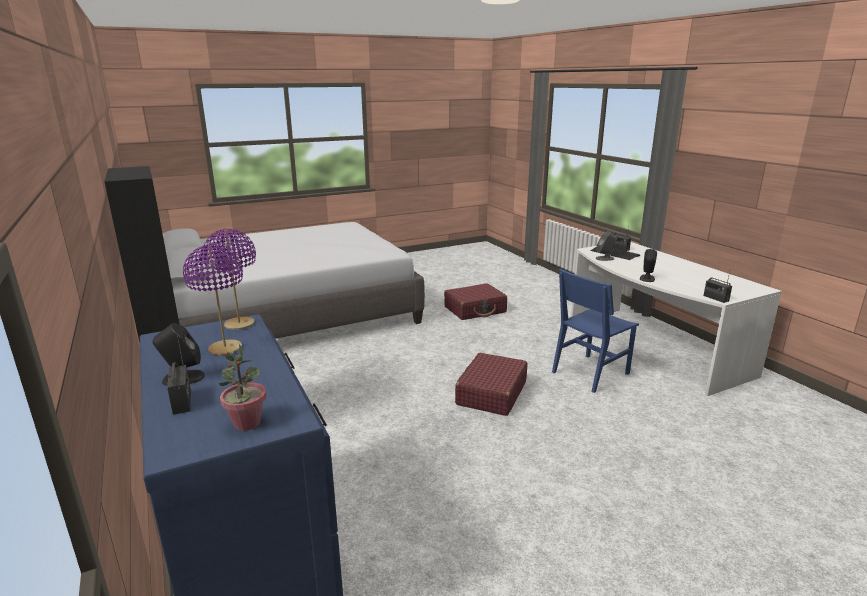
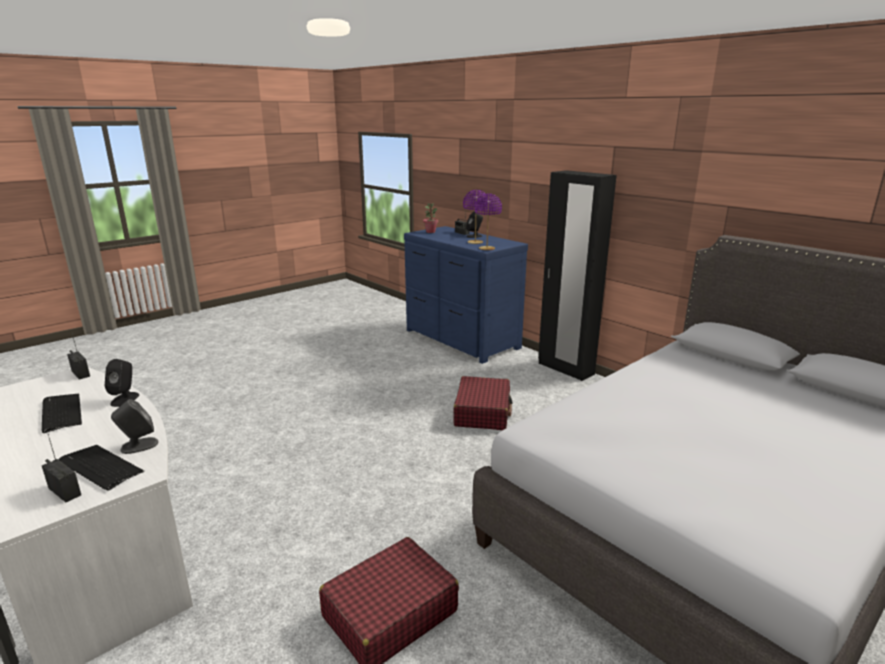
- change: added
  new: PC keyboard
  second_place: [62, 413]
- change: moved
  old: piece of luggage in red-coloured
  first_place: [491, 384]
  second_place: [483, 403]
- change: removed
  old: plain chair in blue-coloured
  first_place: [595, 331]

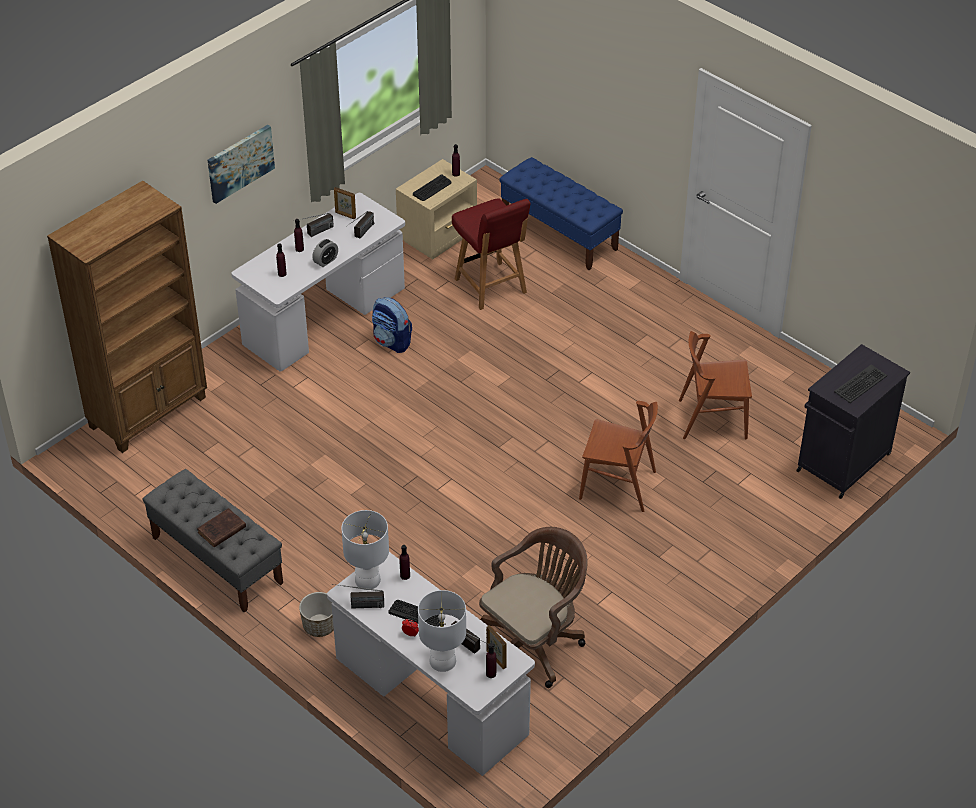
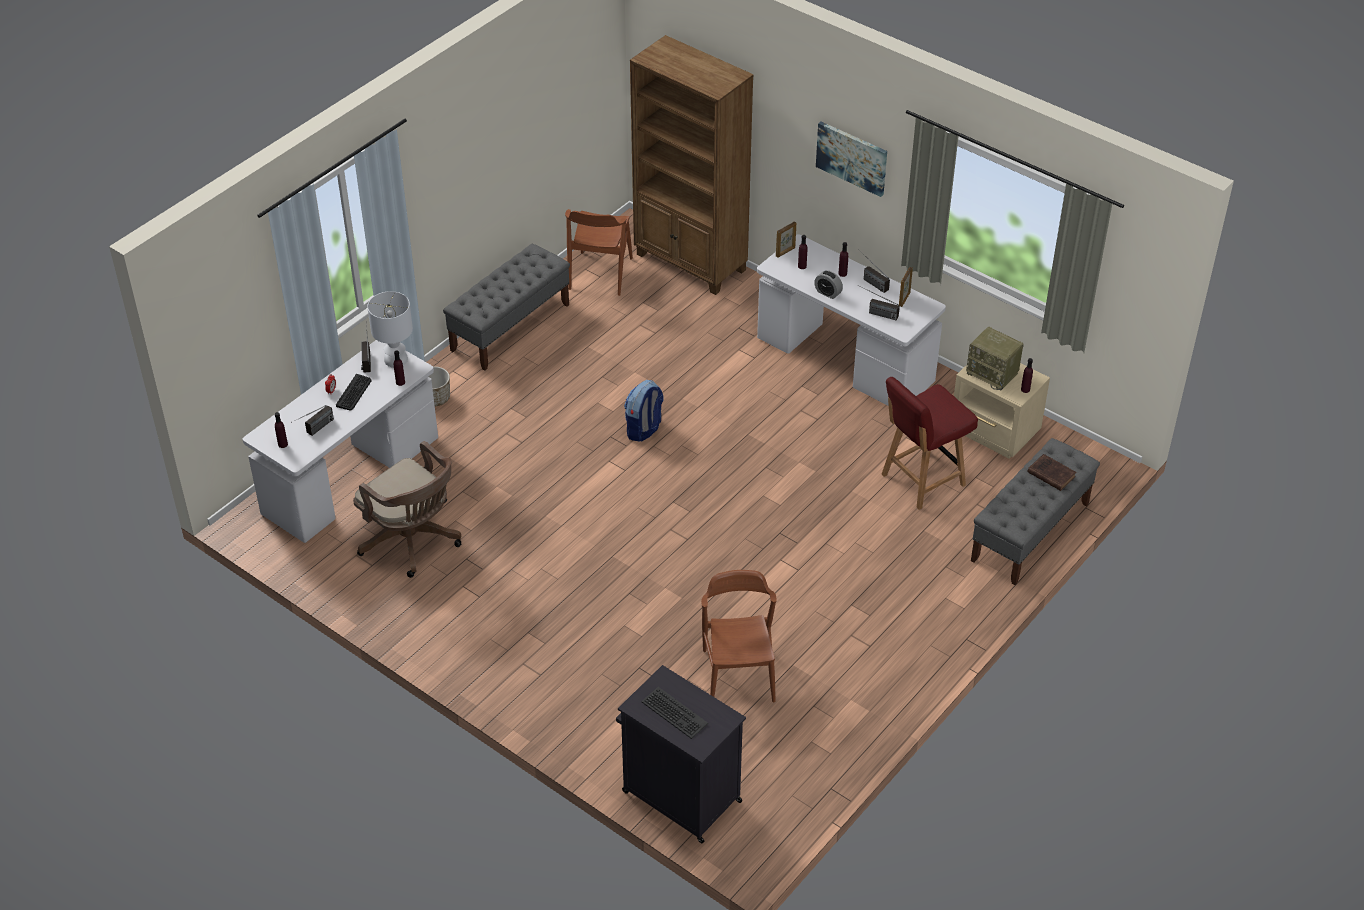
- change: moved
  old: plain chair in brown
  first_place: [618, 456]
  second_place: [599, 252]
- change: moved
  old: rucksack
  first_place: [392, 325]
  second_place: [644, 411]
- change: moved
  old: standing frame
  first_place: [496, 647]
  second_place: [786, 239]
- change: replaced
  old: PC keyboard
  new: radio receiver
  first_place: [432, 188]
  second_place: [995, 358]
- change: recoloured
  old: indoor bench in blue-coloured
  new: indoor bench in gray
  first_place: [561, 213]
  second_place: [1035, 511]
- change: moved
  old: volume in brown
  first_place: [221, 527]
  second_place: [1051, 472]
- change: removed
  old: table lamp in whitish
  first_place: [442, 631]

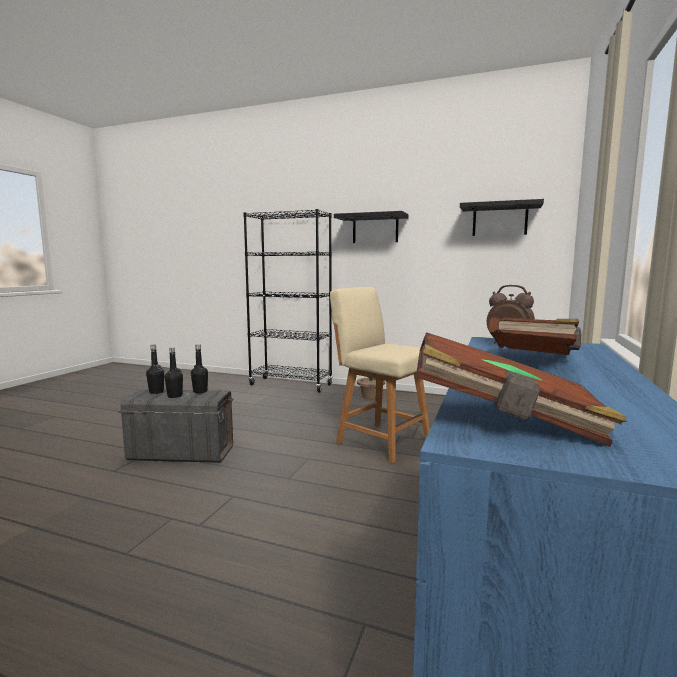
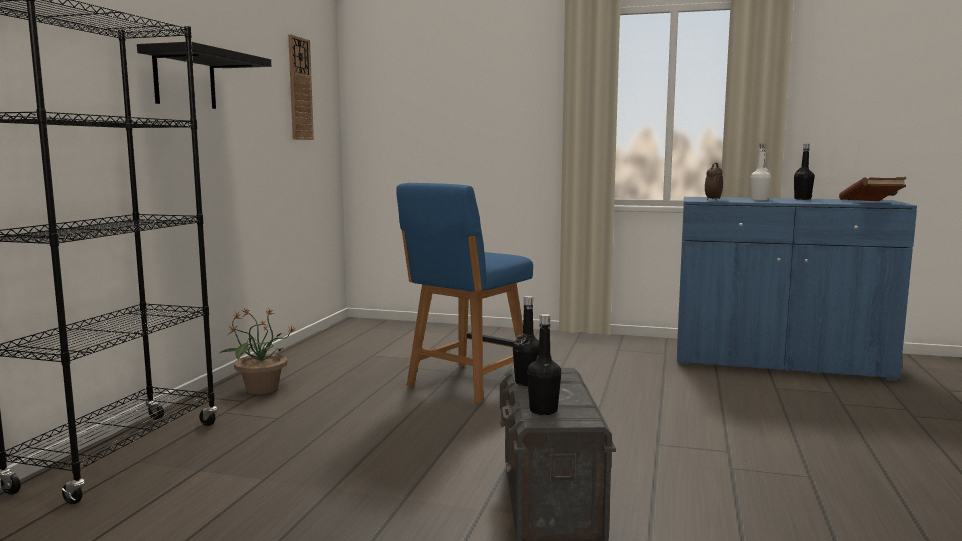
- change: replaced
  old: bracket shelf in blackish
  new: clock on the wall
  first_place: [502, 217]
  second_place: [301, 87]
- change: recoloured
  old: plain chair in sand-coloured
  new: plain chair in blue-coloured
  first_place: [380, 375]
  second_place: [464, 293]
- change: replaced
  old: volume in brown
  new: bottle in whitish
  first_place: [534, 336]
  second_place: [760, 172]
- change: moved
  old: bottle in blackish
  first_place: [174, 372]
  second_place: [804, 172]

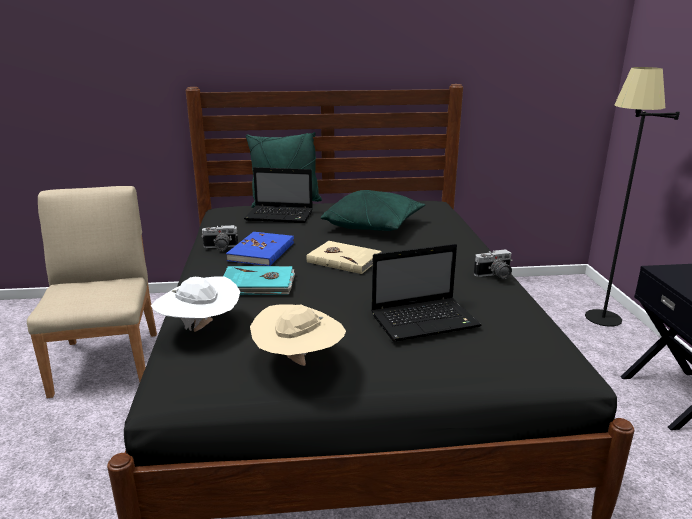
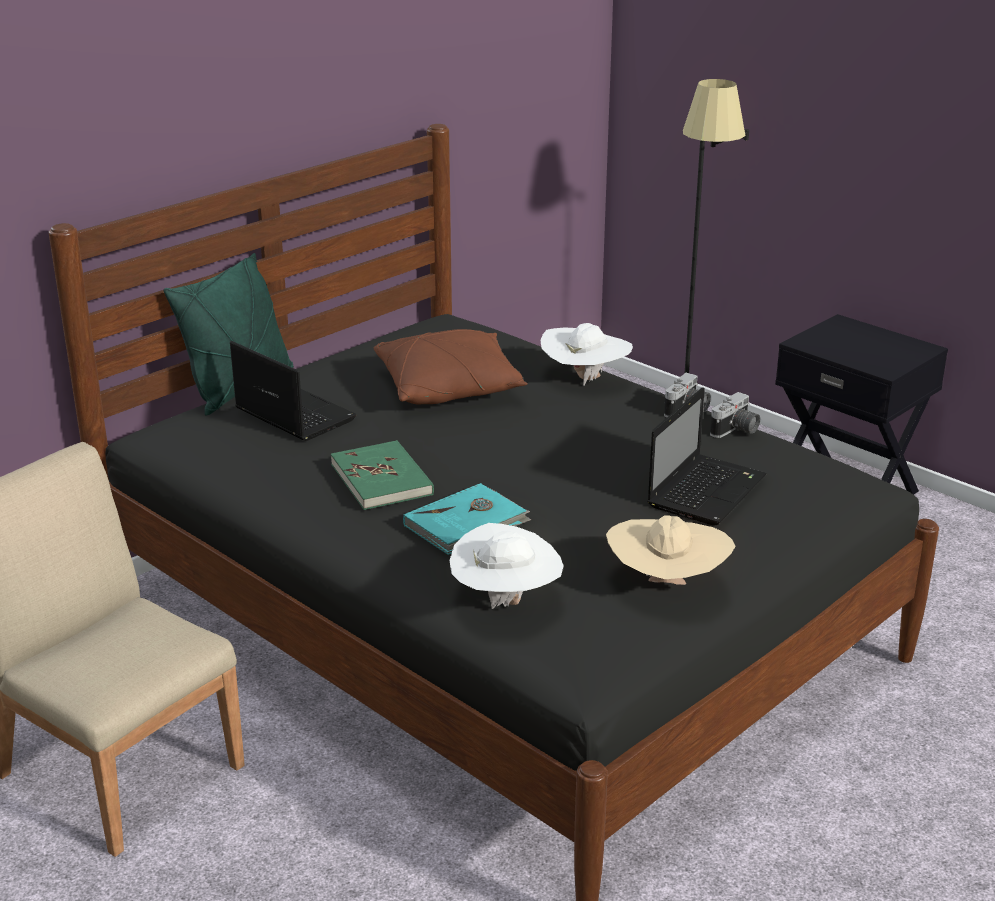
- change: turned
  old: laptop
  first_place: [278, 195]
  second_place: [293, 391]
  degrees: -105
- change: recoloured
  old: volume in blue-coloured
  new: volume in green-coloured
  first_place: [260, 249]
  second_place: [382, 475]
- change: recoloured
  old: throw pillow in green-coloured
  new: throw pillow in brown
  first_place: [373, 210]
  second_place: [450, 366]
- change: added
  new: clothing hat in whitish
  second_place: [586, 354]
- change: moved
  old: photo camera
  first_place: [219, 238]
  second_place: [735, 415]
- change: removed
  old: volume in sand-coloured
  first_place: [344, 257]

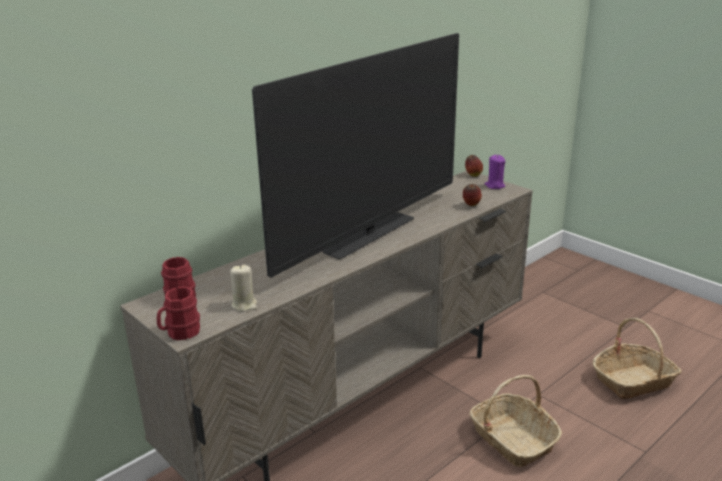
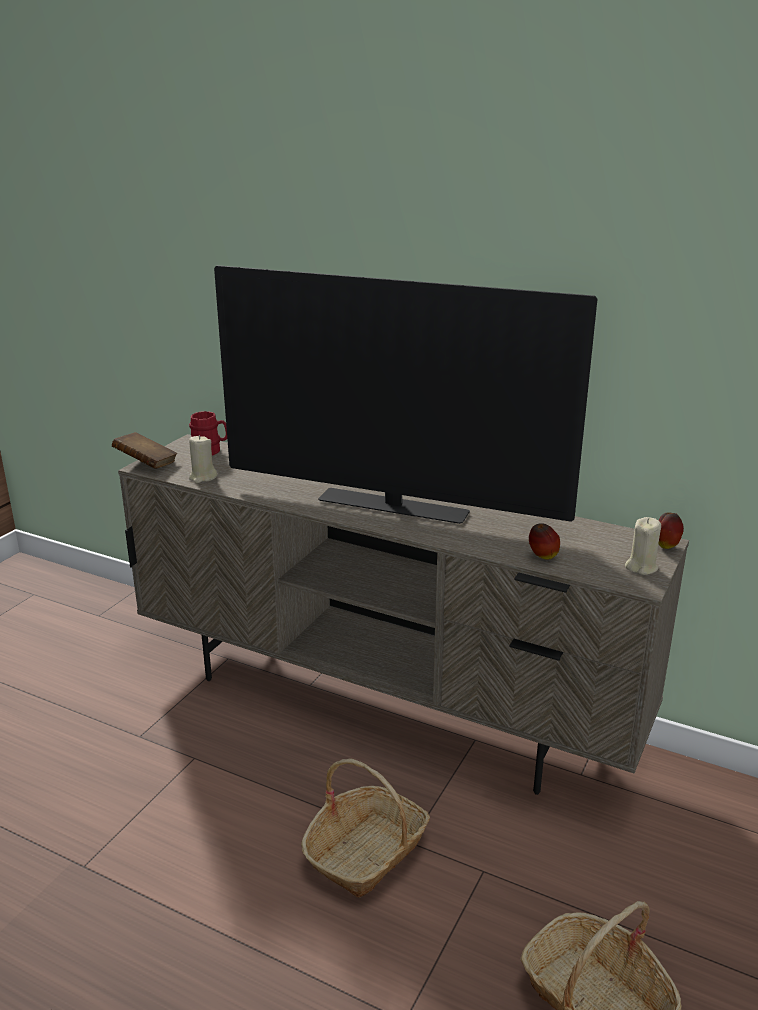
- change: replaced
  old: coffee mug in red-coloured
  new: volume in brown
  first_place: [178, 313]
  second_place: [144, 450]
- change: recoloured
  old: wax light in purple-coloured
  new: wax light in sand-coloured
  first_place: [495, 172]
  second_place: [643, 546]

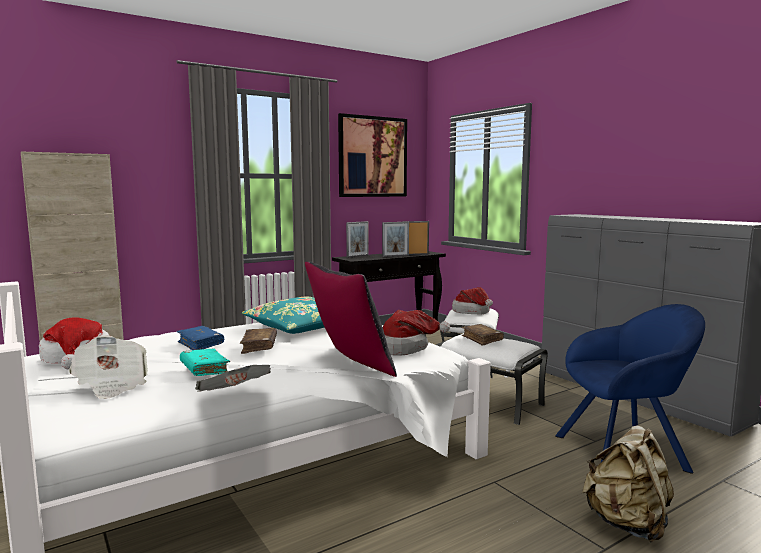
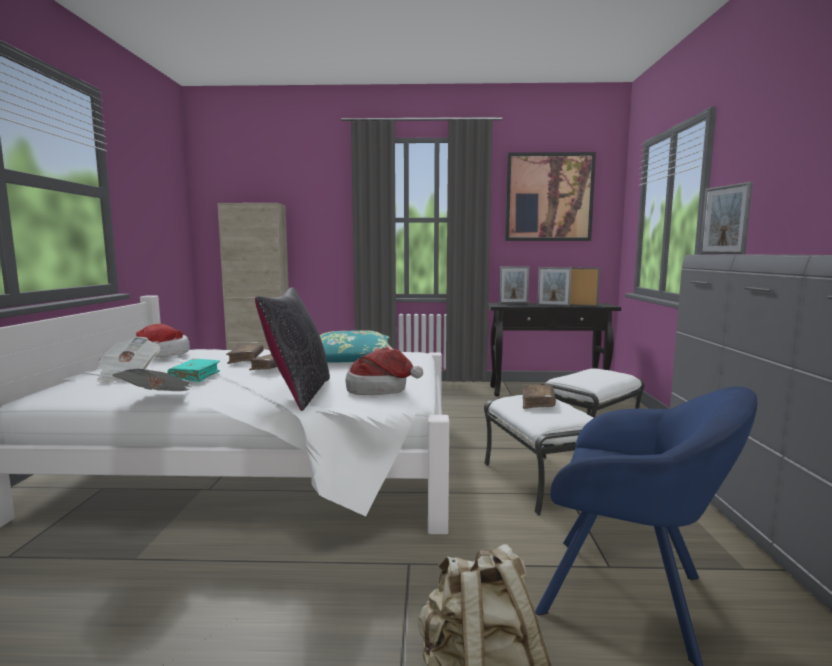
- change: recoloured
  old: volume in blue-coloured
  new: volume in brown
  first_place: [200, 338]
  second_place: [245, 354]
- change: added
  new: standing frame
  second_place: [726, 218]
- change: removed
  old: clothing hat
  first_place: [472, 301]

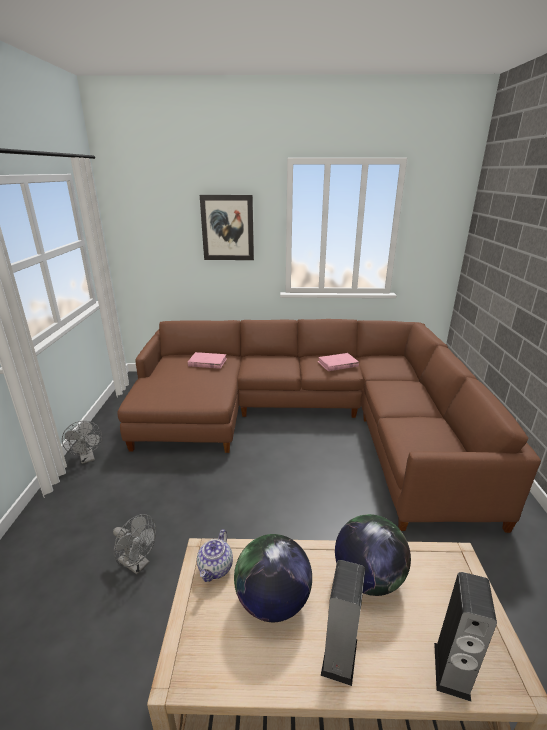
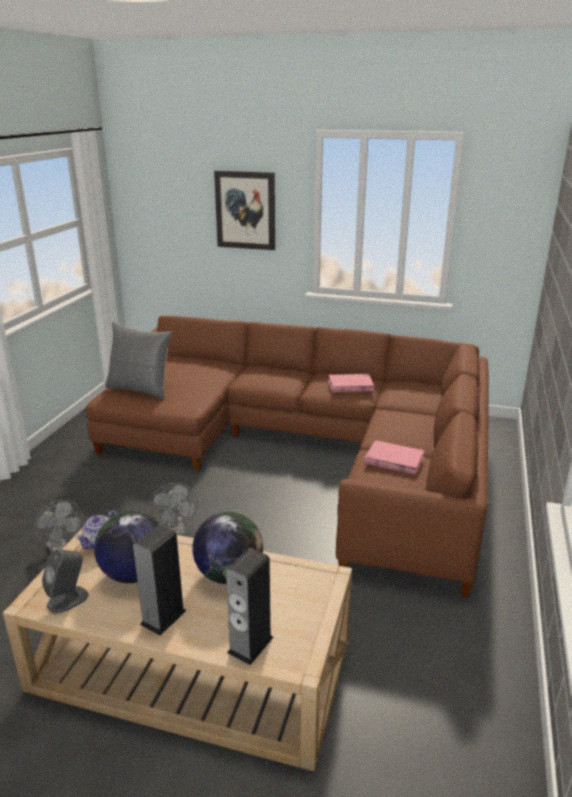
- change: added
  new: loudspeaker in gray
  second_place: [65, 581]
- change: added
  new: throw pillow in gray
  second_place: [138, 360]
- change: moved
  old: cooling fan in gray
  first_place: [82, 442]
  second_place: [174, 509]
- change: moved
  old: volume in pinkish
  first_place: [207, 360]
  second_place: [394, 457]

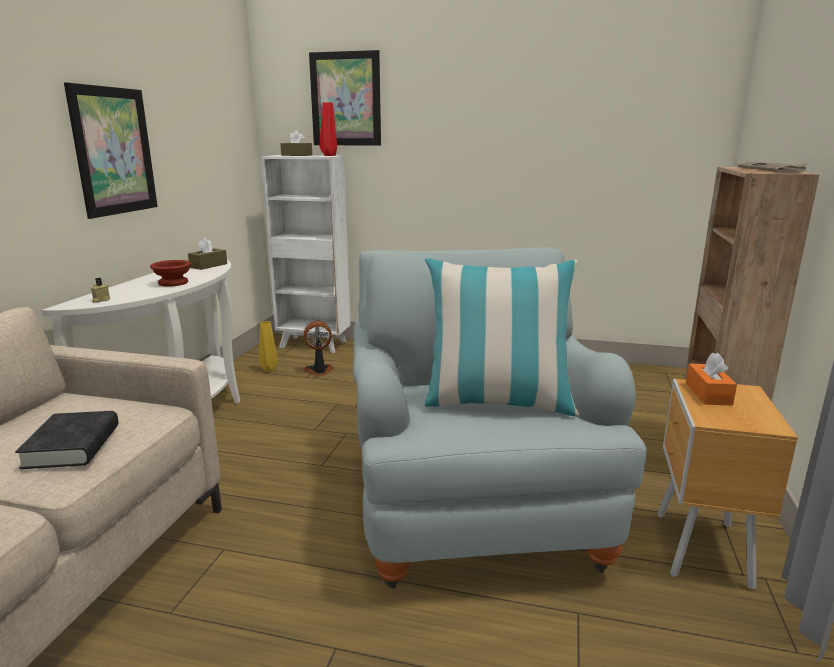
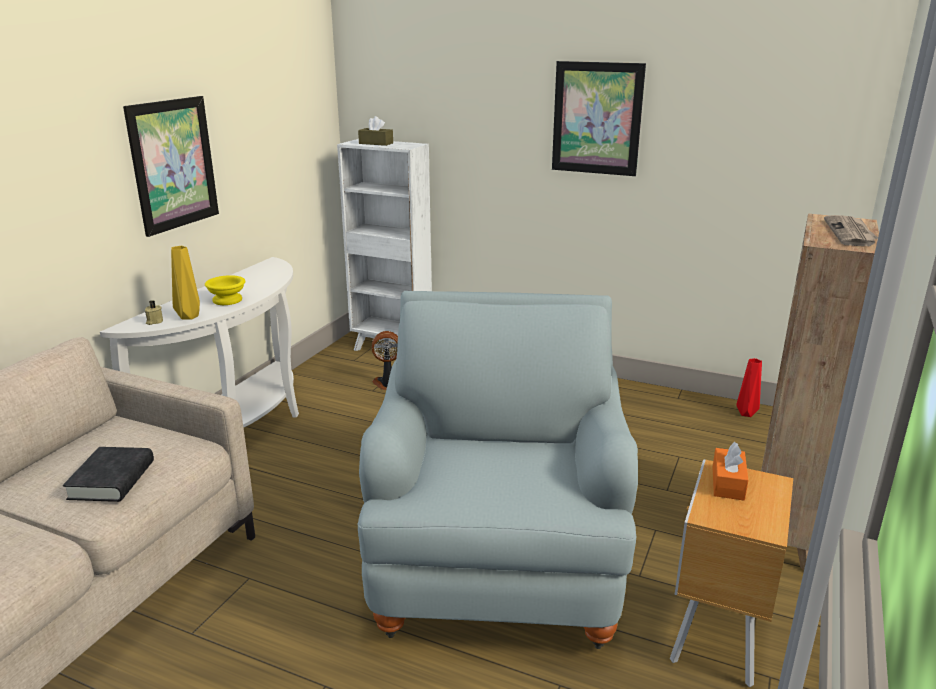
- change: moved
  old: decorative vase in yellow
  first_place: [268, 346]
  second_place: [185, 283]
- change: recoloured
  old: bowl in brown
  new: bowl in yellow
  first_place: [170, 273]
  second_place: [225, 290]
- change: moved
  old: wall art
  first_place: [345, 98]
  second_place: [599, 118]
- change: moved
  old: decorative vase in red-coloured
  first_place: [328, 129]
  second_place: [749, 387]
- change: removed
  old: box of tissues in brown
  first_place: [207, 254]
- change: removed
  old: throw pillow
  first_place: [502, 337]

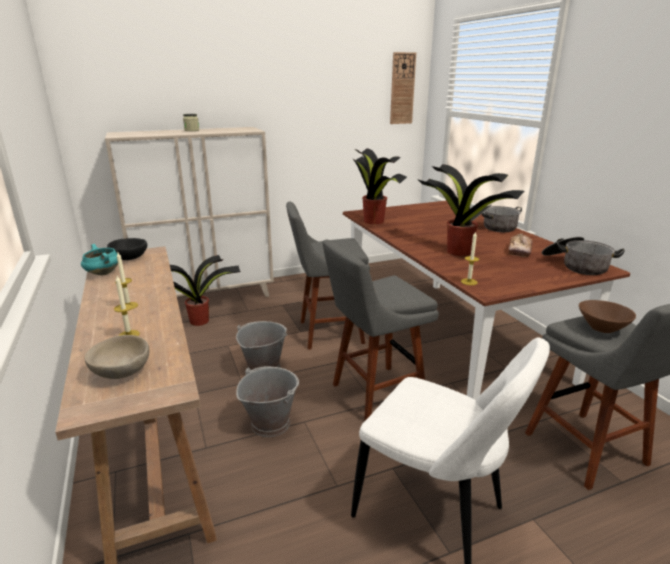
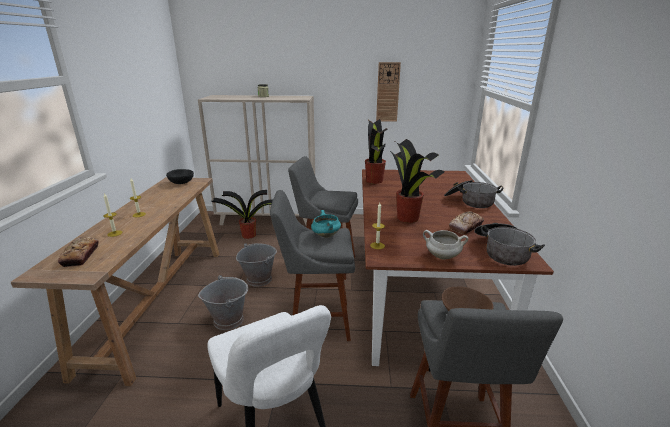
- change: replaced
  old: bowl in sand-coloured
  new: bread
  first_place: [117, 357]
  second_place: [78, 252]
- change: moved
  old: saucepot in turquoise
  first_place: [99, 260]
  second_place: [326, 224]
- change: moved
  old: clock on the wall
  first_place: [403, 88]
  second_place: [388, 92]
- change: added
  new: saucepot in whitish
  second_place: [445, 244]

